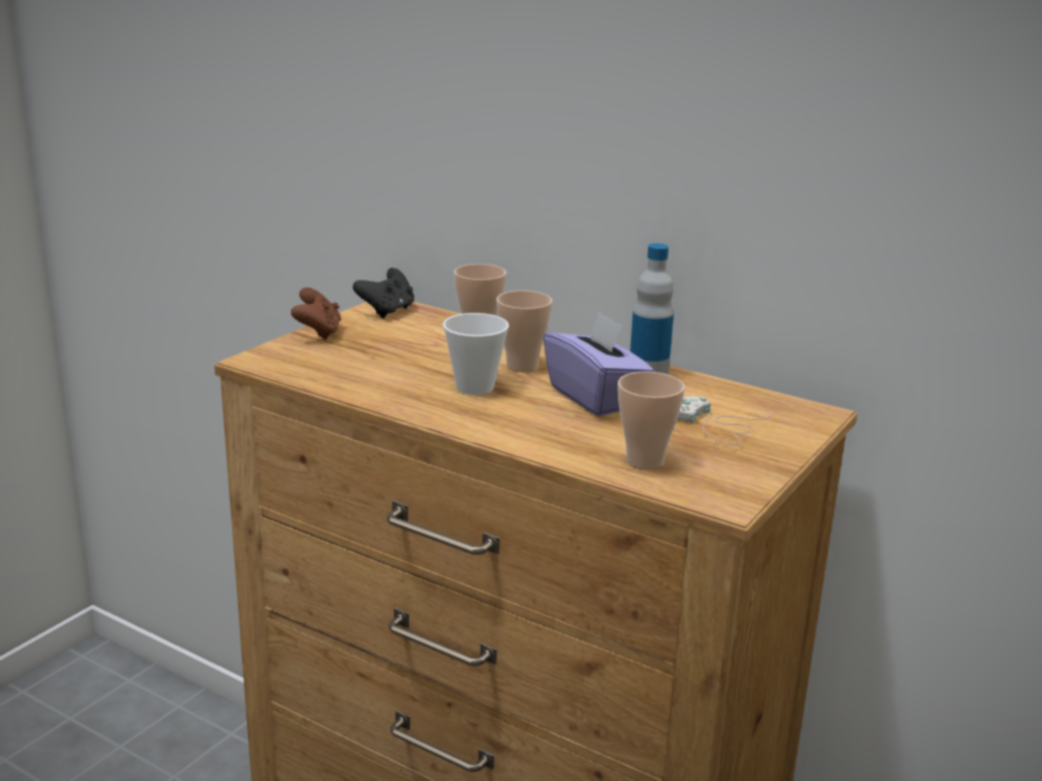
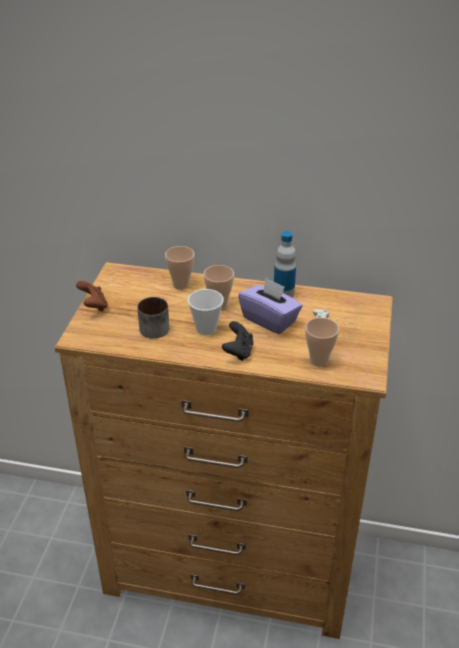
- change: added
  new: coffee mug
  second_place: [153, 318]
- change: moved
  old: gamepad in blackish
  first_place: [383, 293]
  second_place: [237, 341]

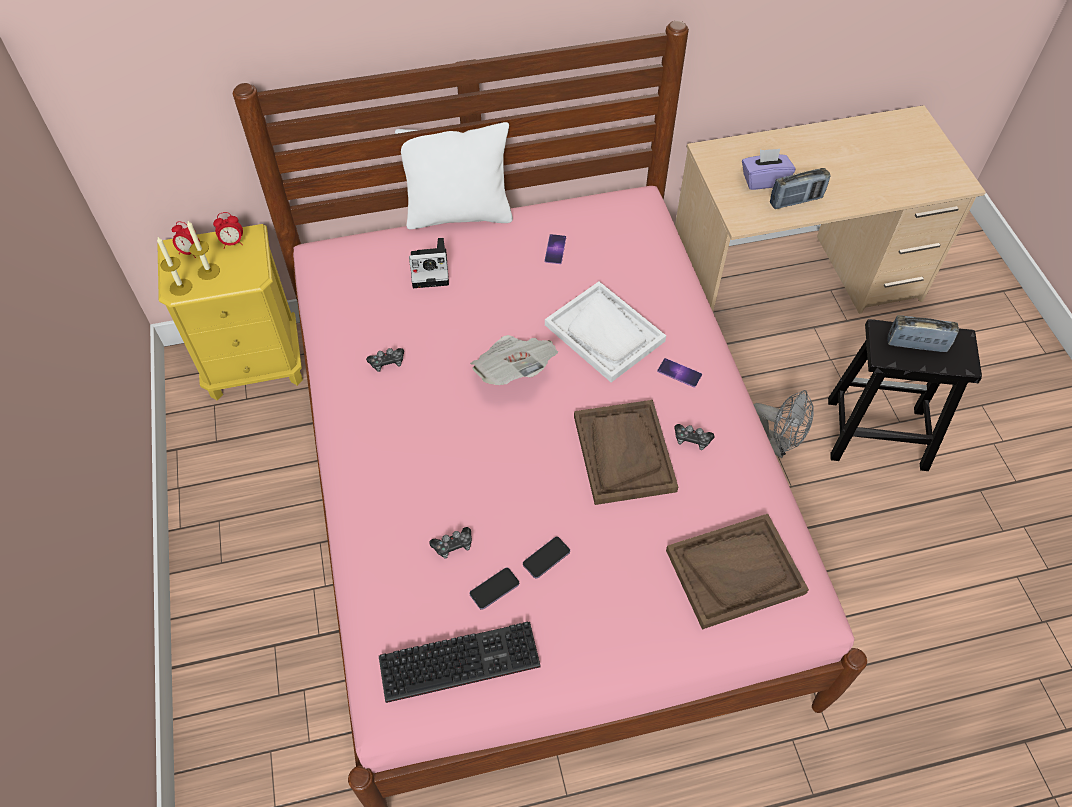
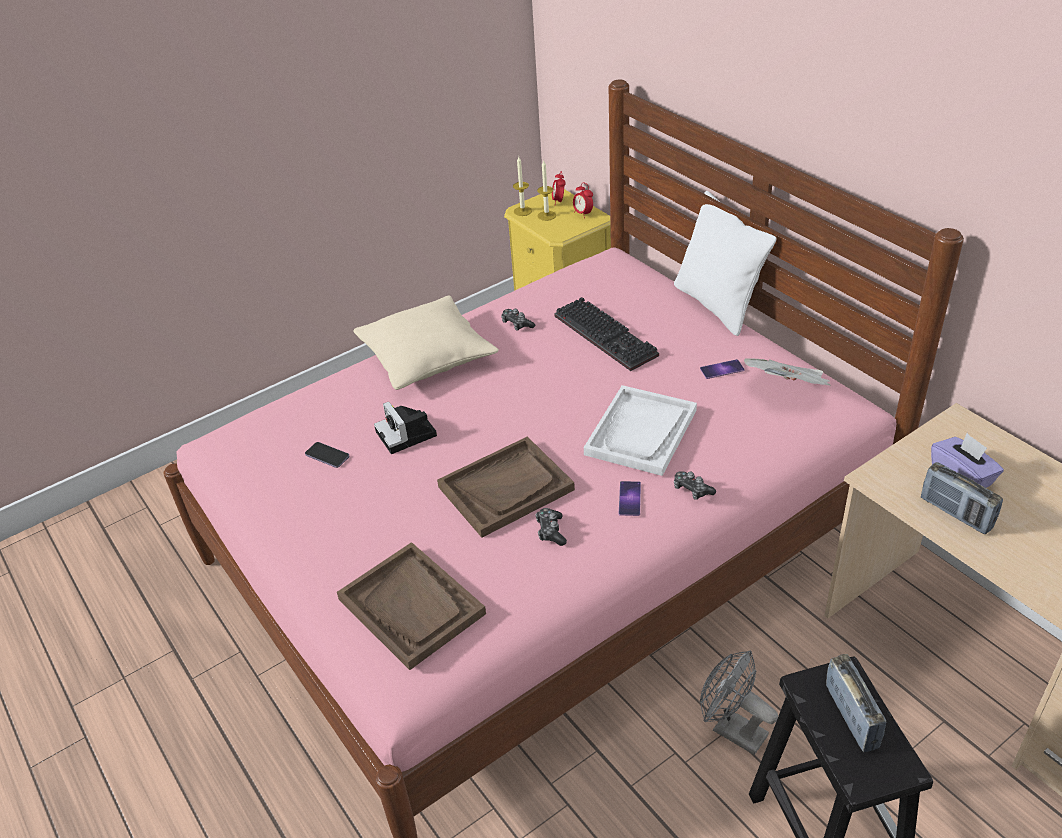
- change: added
  new: throw pillow in sand-coloured
  second_place: [426, 342]
- change: moved
  old: photo camera
  first_place: [429, 263]
  second_place: [405, 427]
- change: moved
  old: PC keyboard
  first_place: [460, 662]
  second_place: [606, 334]
- change: moved
  old: gamepad
  first_place: [450, 543]
  second_place: [695, 485]
- change: turned
  old: cooling fan in gray
  first_place: [783, 424]
  second_place: [739, 702]
  degrees: 120
- change: moved
  old: printed paper
  first_place: [514, 360]
  second_place: [787, 372]
- change: removed
  old: phone
  first_place: [546, 558]

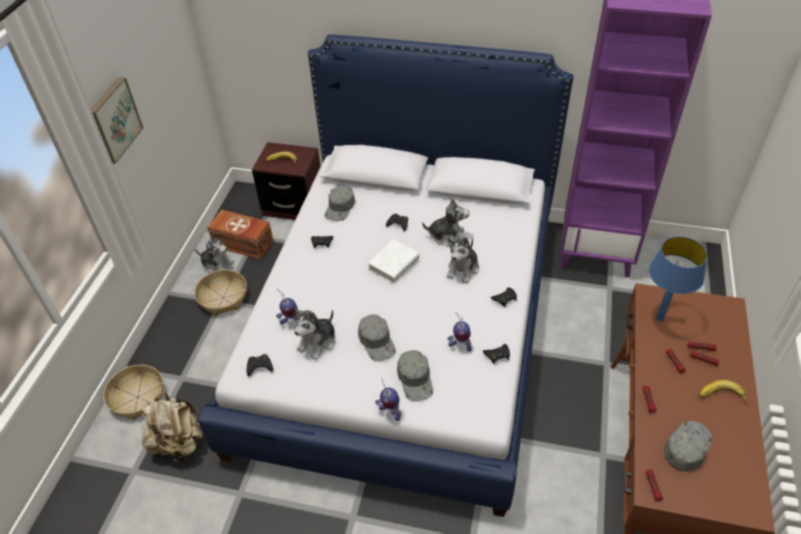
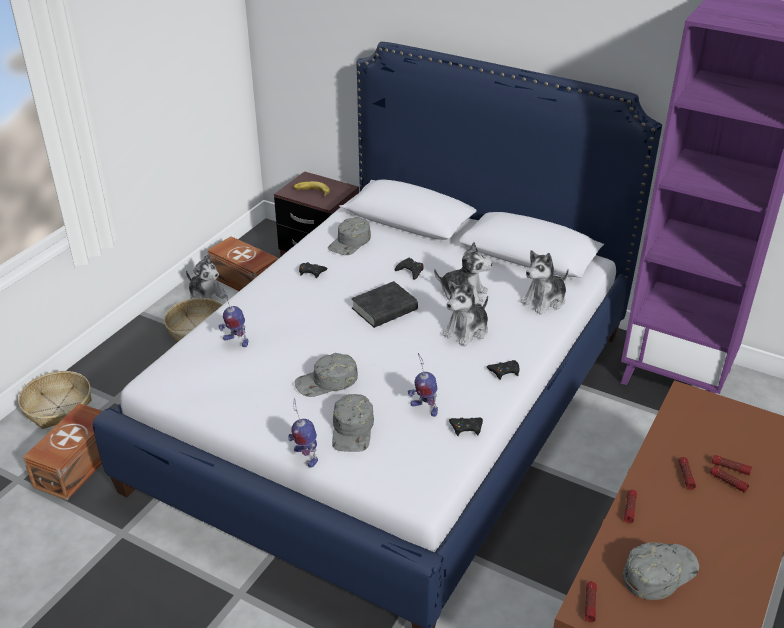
- change: replaced
  old: rucksack in sand-coloured
  new: storage bin in brown
  first_place: [172, 427]
  second_place: [62, 451]
- change: turned
  old: cap in gray
  first_place: [377, 337]
  second_place: [326, 375]
  degrees: 75
- change: recoloured
  old: volume in whitish
  new: volume in blackish
  first_place: [393, 261]
  second_place: [385, 304]
- change: moved
  old: soft toy
  first_place: [315, 334]
  second_place: [545, 282]
- change: removed
  old: wall art
  first_place: [116, 120]
- change: removed
  old: gamepad in blackish
  first_place: [260, 365]
- change: removed
  old: table lamp in blue-coloured
  first_place: [678, 279]
- change: removed
  old: banana
  first_place: [723, 392]

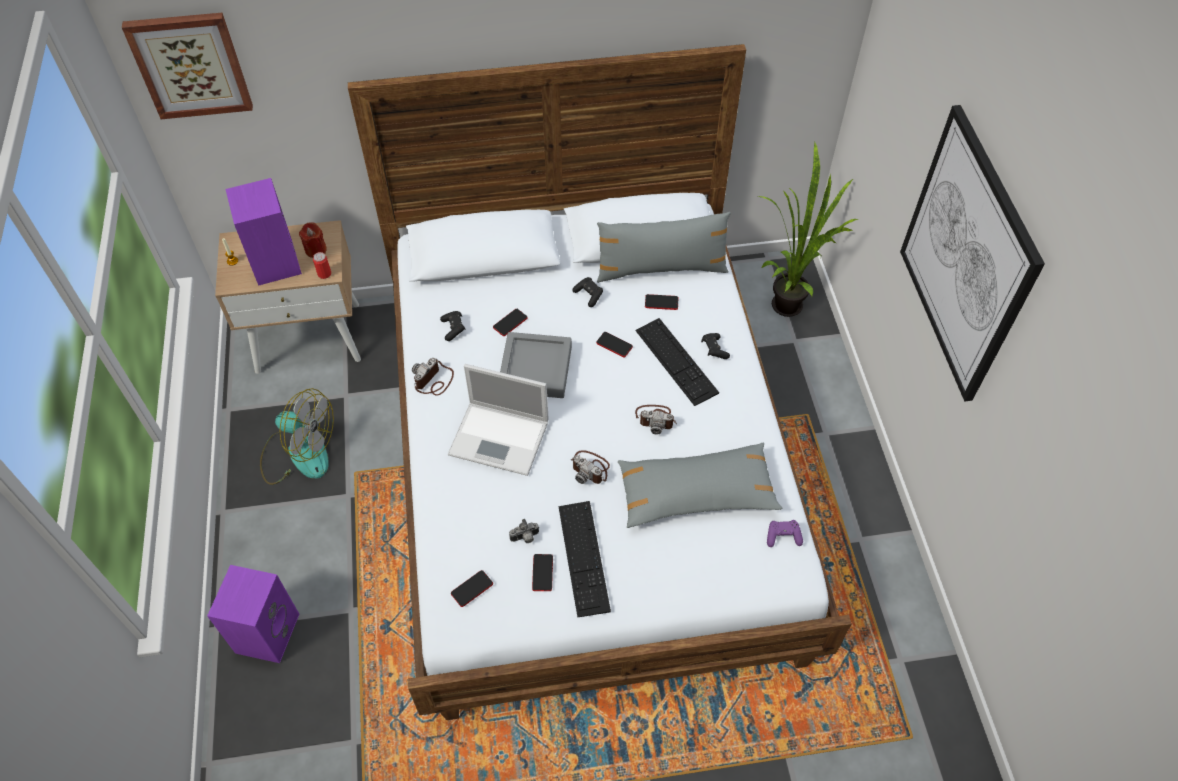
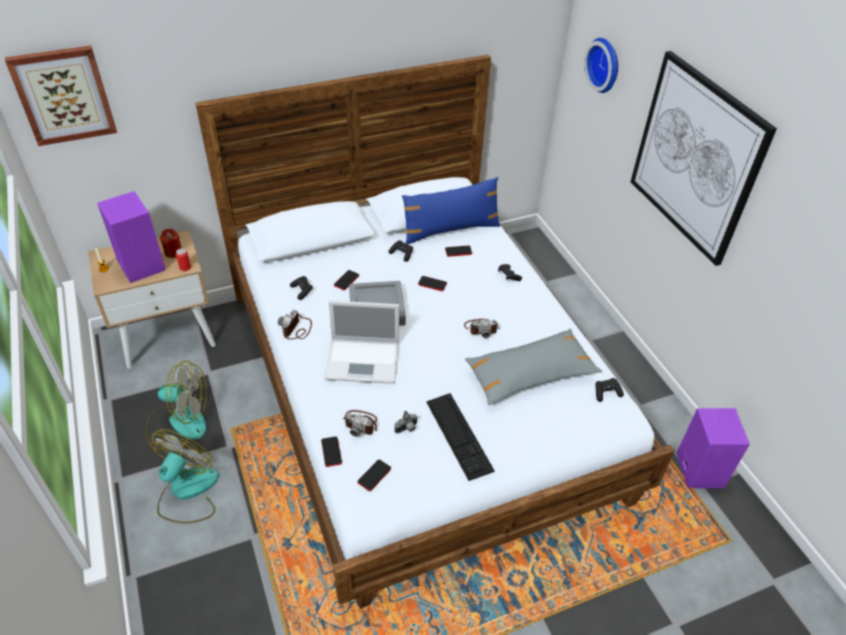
- change: added
  new: cooling fan
  second_place: [184, 476]
- change: moved
  old: phone
  first_place: [542, 572]
  second_place: [331, 451]
- change: moved
  old: photo camera
  first_place: [590, 467]
  second_place: [359, 423]
- change: recoloured
  old: throw pillow in gray
  new: throw pillow in blue-coloured
  first_place: [664, 247]
  second_place: [451, 211]
- change: added
  new: clock on the wall
  second_place: [601, 65]
- change: recoloured
  old: gamepad in purple-coloured
  new: gamepad in blackish
  first_place: [785, 533]
  second_place: [609, 390]
- change: moved
  old: loudspeaker in purple-coloured
  first_place: [253, 614]
  second_place: [713, 448]
- change: removed
  old: PC keyboard
  first_place: [677, 362]
- change: removed
  old: houseplant
  first_place: [808, 229]

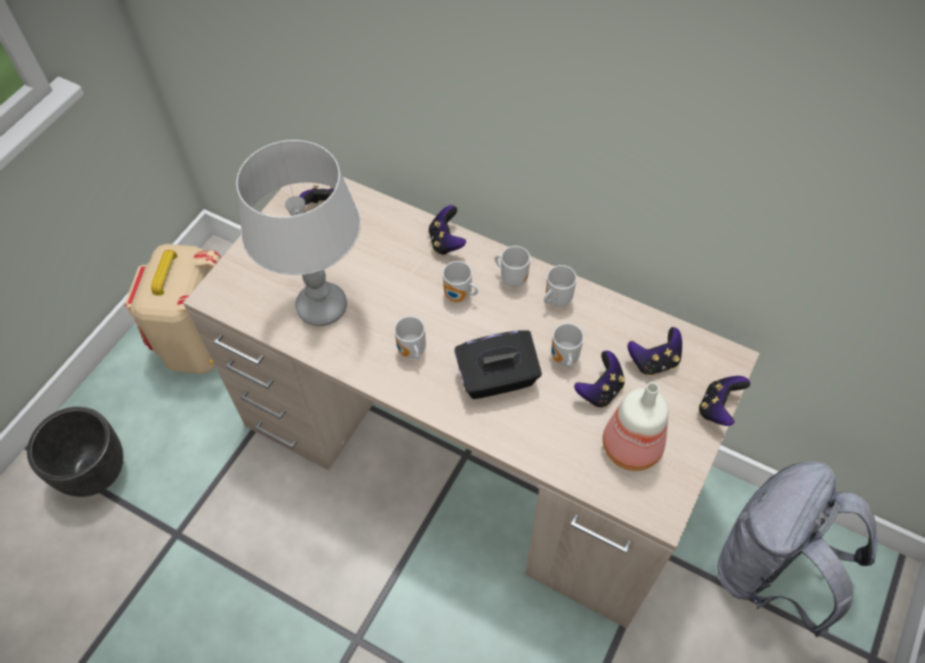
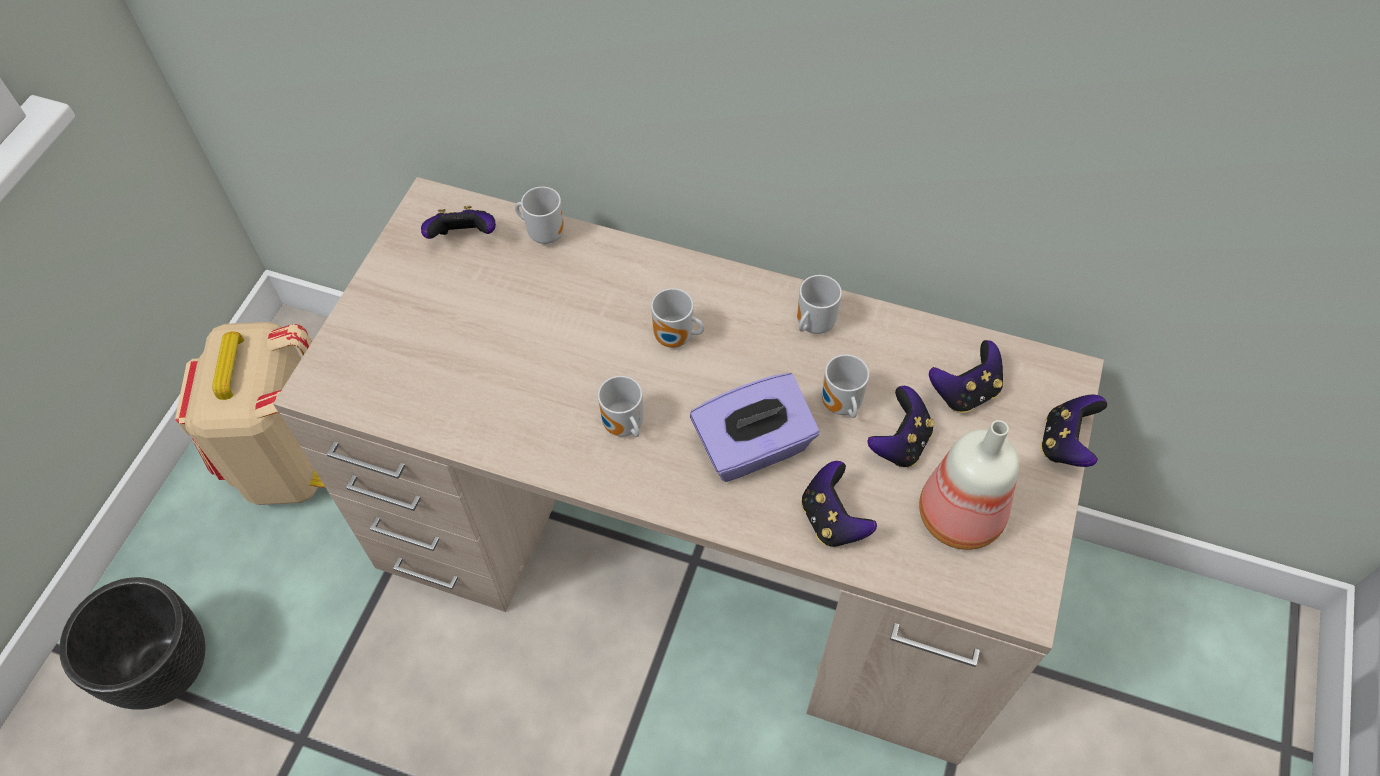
- change: moved
  old: coffee mug
  first_place: [512, 266]
  second_place: [539, 215]
- change: recoloured
  old: box of tissues in blackish
  new: box of tissues in purple-coloured
  first_place: [498, 365]
  second_place: [754, 427]
- change: moved
  old: gamepad
  first_place: [447, 230]
  second_place: [839, 504]
- change: removed
  old: table lamp in gray
  first_place: [298, 233]
- change: removed
  old: rucksack in gray
  first_place: [797, 549]

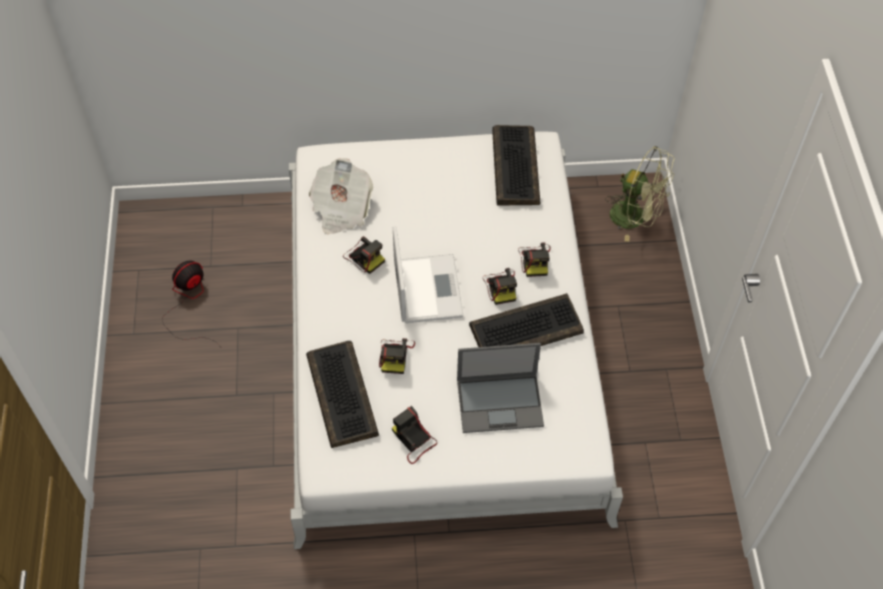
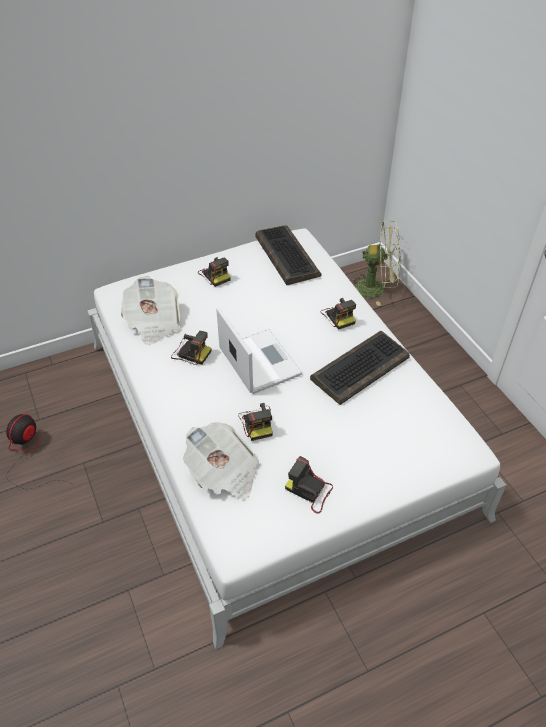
- change: replaced
  old: PC keyboard
  new: printed paper
  first_place: [342, 394]
  second_place: [221, 460]
- change: moved
  old: photo camera
  first_place: [500, 286]
  second_place: [214, 272]
- change: removed
  old: laptop
  first_place: [500, 388]

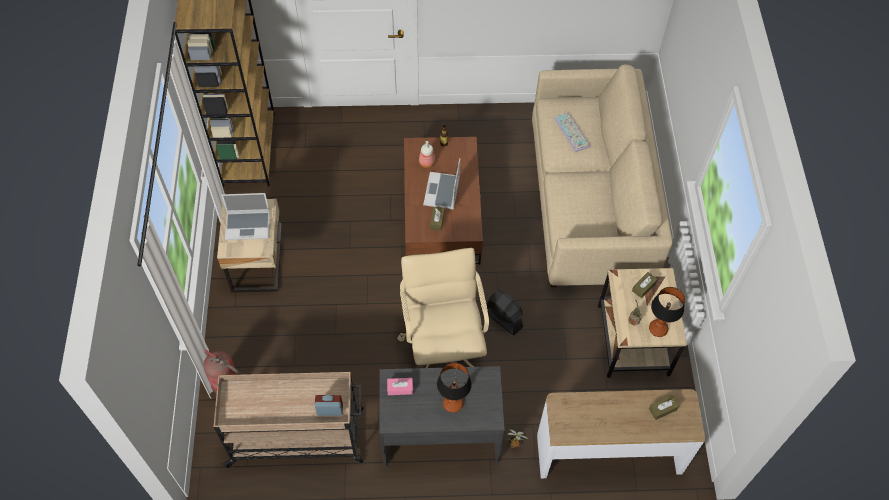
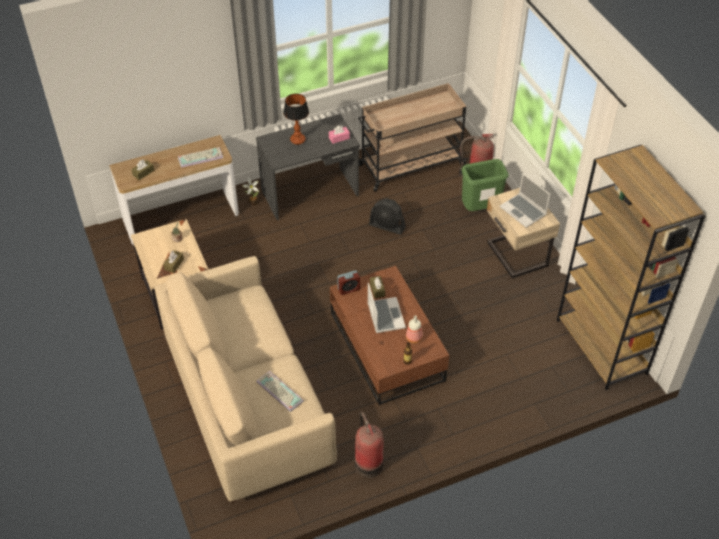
- change: added
  new: PC keyboard
  second_place: [200, 157]
- change: moved
  old: table clock
  first_place: [329, 405]
  second_place: [348, 282]
- change: added
  new: fire extinguisher
  second_place: [369, 445]
- change: moved
  old: cooling fan in blackish
  first_place: [505, 312]
  second_place: [387, 216]
- change: added
  new: waste bin in green-coloured
  second_place: [485, 185]
- change: turned
  old: laptop
  first_place: [245, 216]
  second_place: [524, 200]
  degrees: -105
- change: removed
  old: desk chair in sand-coloured
  first_place: [443, 308]
- change: removed
  old: table lamp
  first_place: [667, 312]

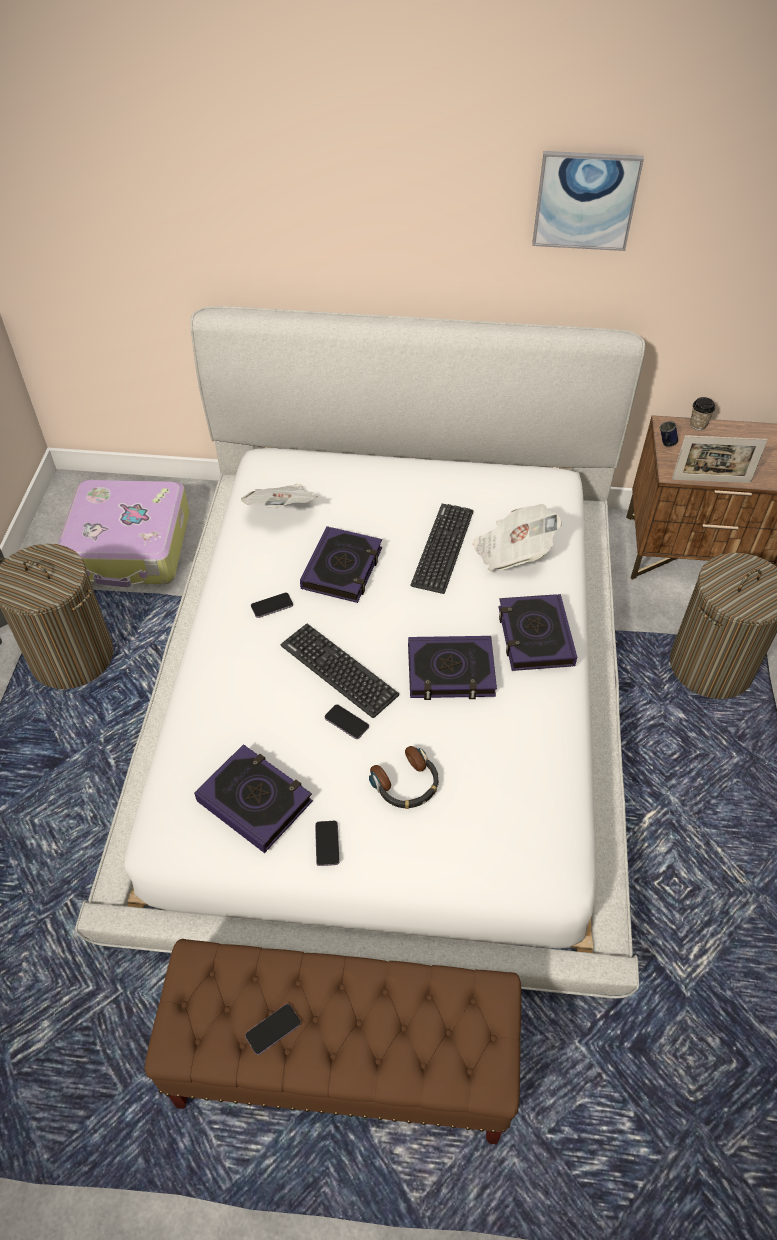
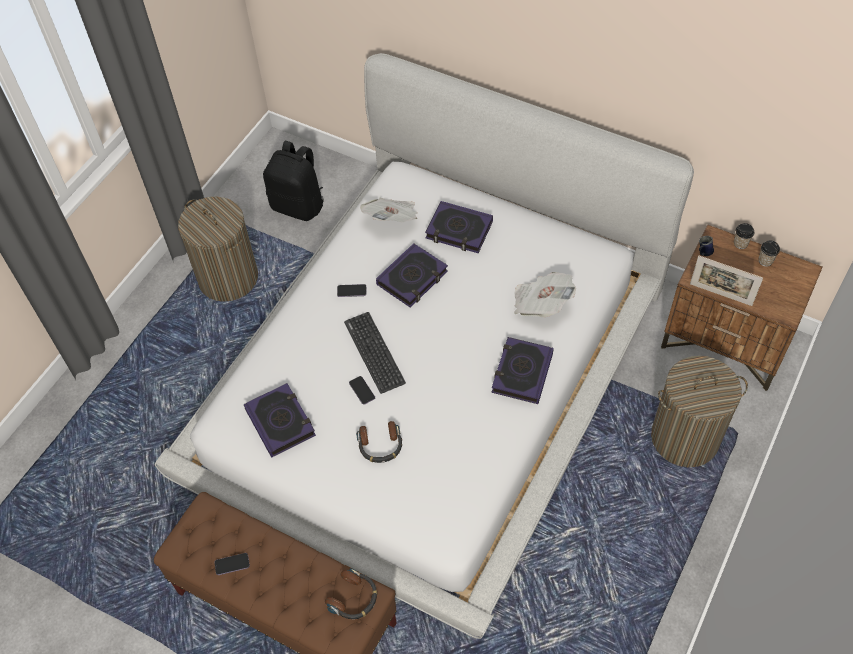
- change: replaced
  old: piece of luggage
  new: rucksack in blackish
  first_place: [124, 533]
  second_place: [293, 181]
- change: added
  new: pair of headphones
  second_place: [351, 594]
- change: moved
  old: volume
  first_place: [452, 668]
  second_place: [459, 227]
- change: added
  new: small cup
  second_place: [769, 253]
- change: removed
  old: phone
  first_place: [327, 843]
- change: removed
  old: PC keyboard
  first_place: [442, 549]
- change: removed
  old: wall art
  first_place: [588, 201]

